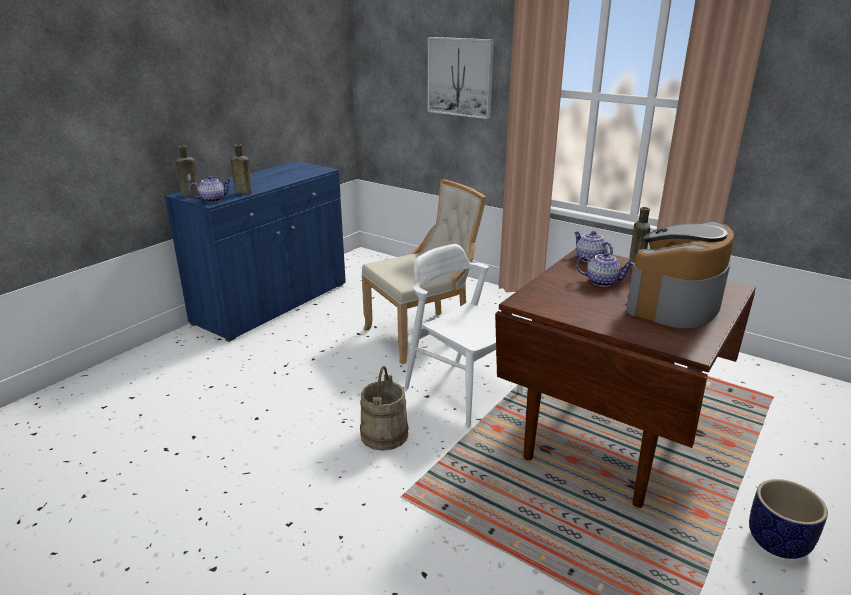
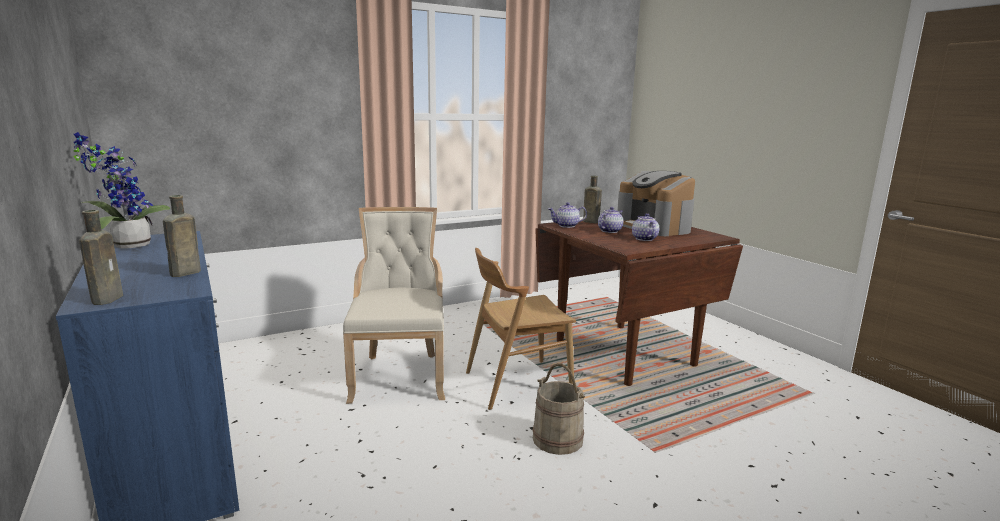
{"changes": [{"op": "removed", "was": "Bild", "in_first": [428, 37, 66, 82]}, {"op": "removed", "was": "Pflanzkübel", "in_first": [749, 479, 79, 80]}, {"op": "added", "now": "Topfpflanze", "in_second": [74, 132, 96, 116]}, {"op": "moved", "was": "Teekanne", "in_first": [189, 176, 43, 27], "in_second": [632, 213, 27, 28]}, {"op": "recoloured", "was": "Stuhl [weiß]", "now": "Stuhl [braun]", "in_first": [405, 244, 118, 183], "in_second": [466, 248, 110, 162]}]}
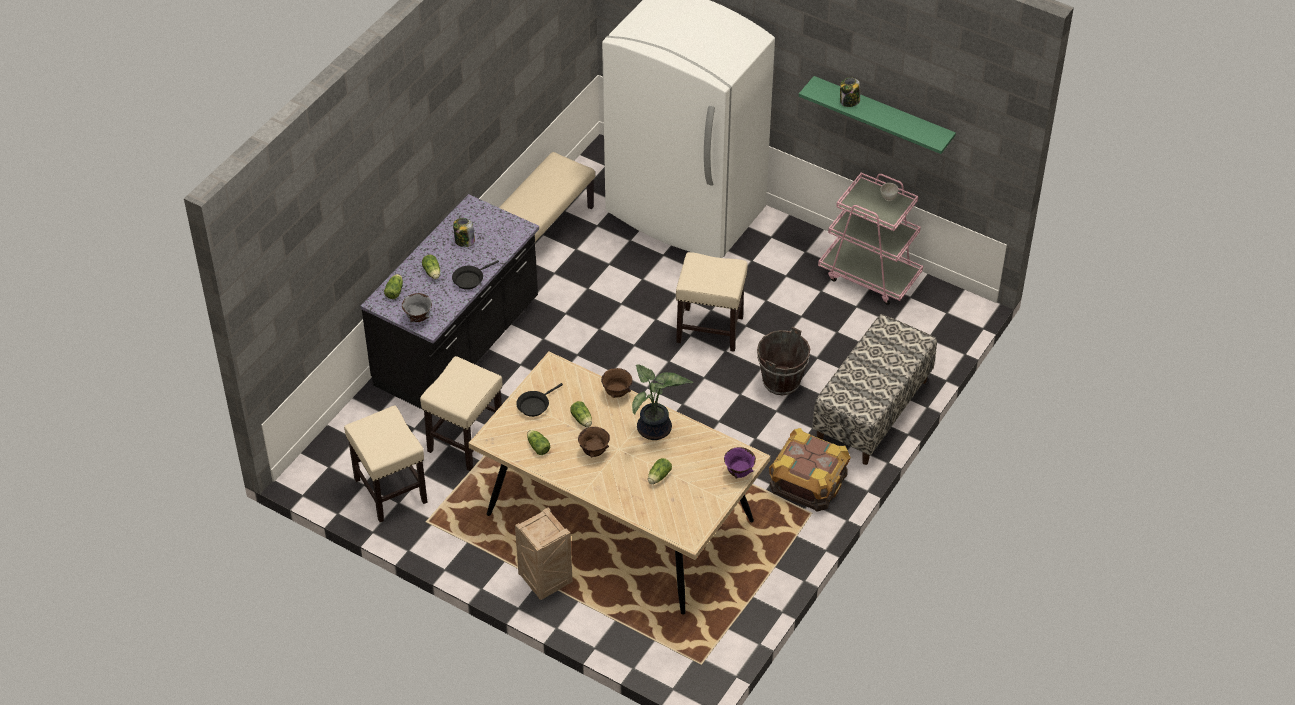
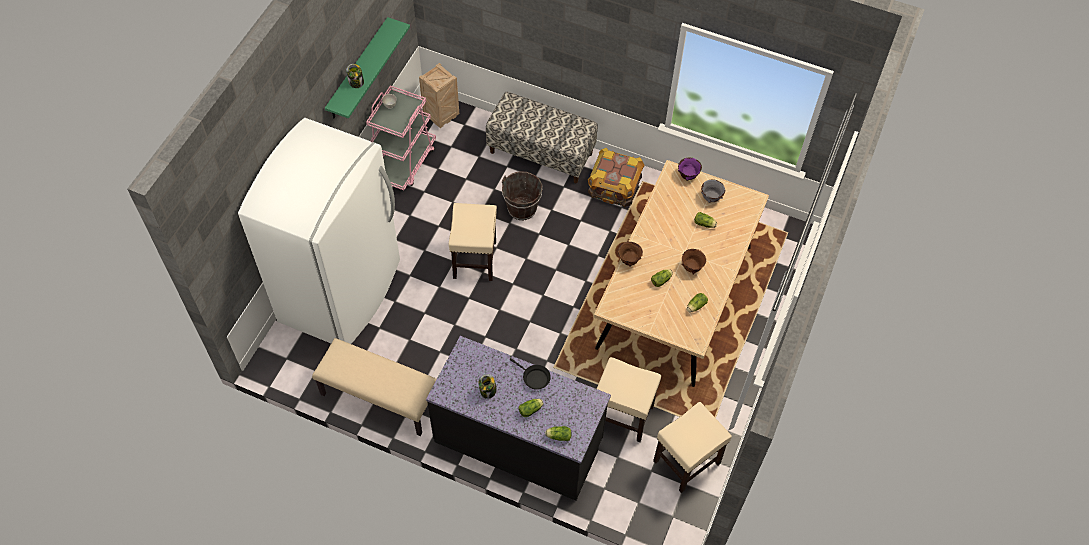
{"changes": [{"op": "removed", "was": "Pfanne [schwarz]", "in_first": [516, 383, 47, 34]}, {"op": "removed", "was": "Topfpflanze", "in_first": [632, 364, 61, 76]}, {"op": "moved", "was": "Schüssel [grau]", "in_first": [402, 293, 30, 29], "in_second": [701, 180, 24, 23]}, {"op": "moved", "was": "Kiste", "in_first": [515, 507, 58, 93], "in_second": [419, 63, 40, 65]}]}
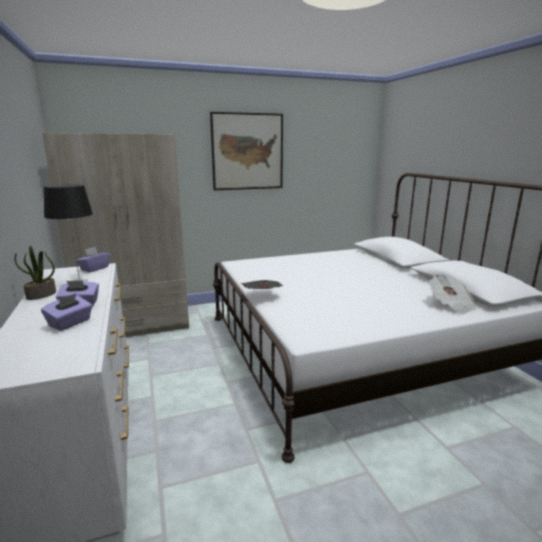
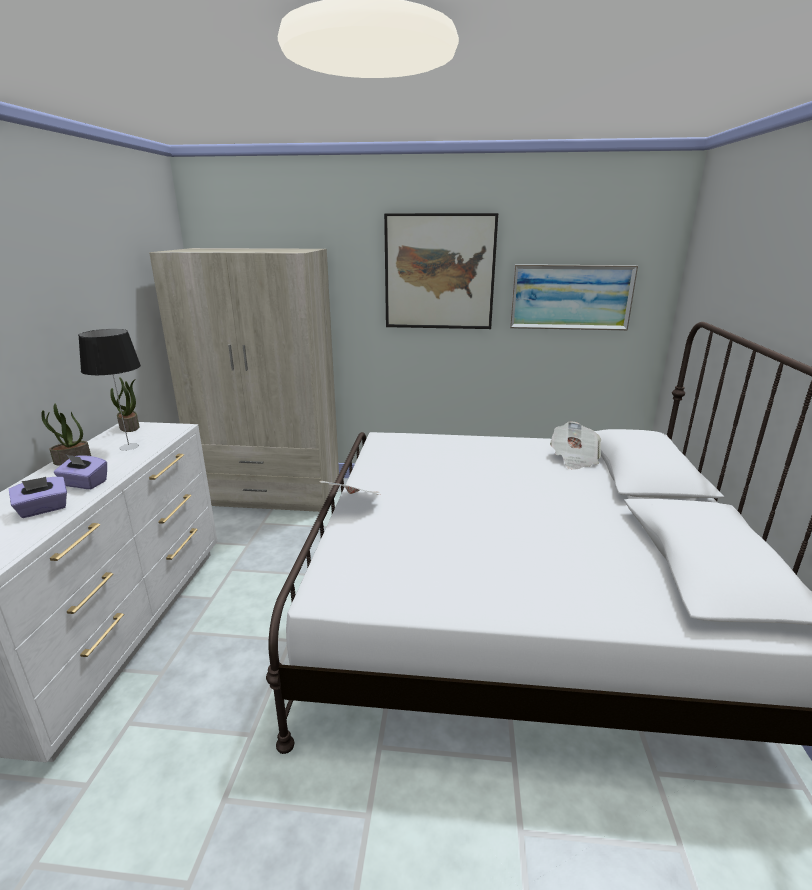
{"changes": [{"op": "removed", "was": "Taschentuchbox [lila]", "in_first": [77, 247, 33, 25]}, {"op": "added", "now": "Topfpflanze", "in_second": [110, 377, 29, 55]}, {"op": "added", "now": "Bild", "in_second": [510, 264, 128, 67]}, {"op": "moved", "was": "Zeitung", "in_first": [429, 274, 47, 41], "in_second": [550, 422, 51, 48]}]}
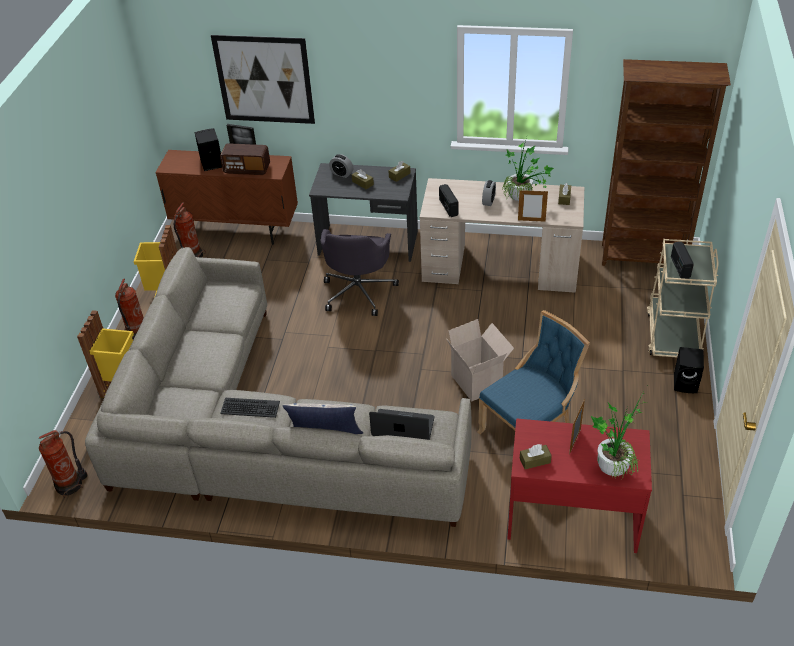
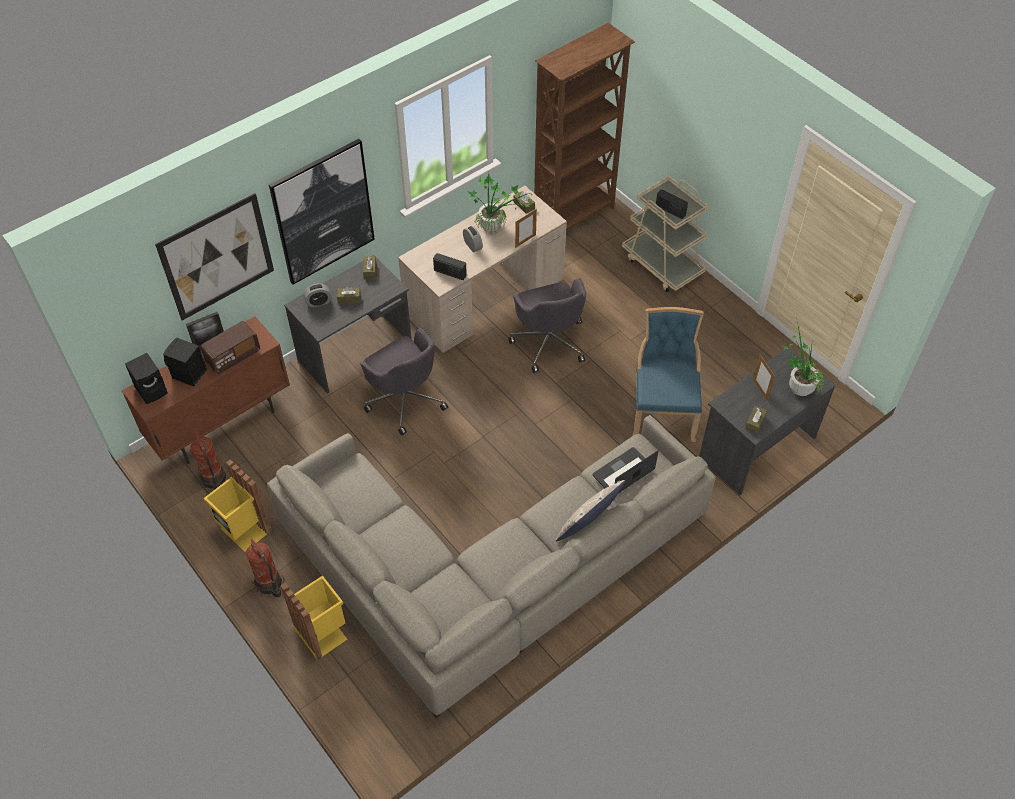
{"changes": [{"op": "removed", "was": "Feuerlöscher", "in_first": [39, 430, 49, 68]}, {"op": "removed", "was": "Tastatur", "in_first": [220, 398, 60, 20]}, {"op": "removed", "was": "Karton", "in_first": [446, 319, 68, 83]}, {"op": "added", "now": "Bild", "in_second": [269, 139, 106, 146]}, {"op": "added", "now": "Bürostuhl [grau]", "in_second": [508, 278, 78, 95]}, {"op": "moved", "was": "Lautsprecher [schwarz]", "in_first": [674, 347, 30, 46], "in_second": [125, 353, 43, 51]}, {"op": "recoloured", "was": "Schreibtisch [rot]", "now": "Schreibtisch [grau]", "in_first": [508, 418, 144, 135], "in_second": [699, 346, 137, 149]}]}
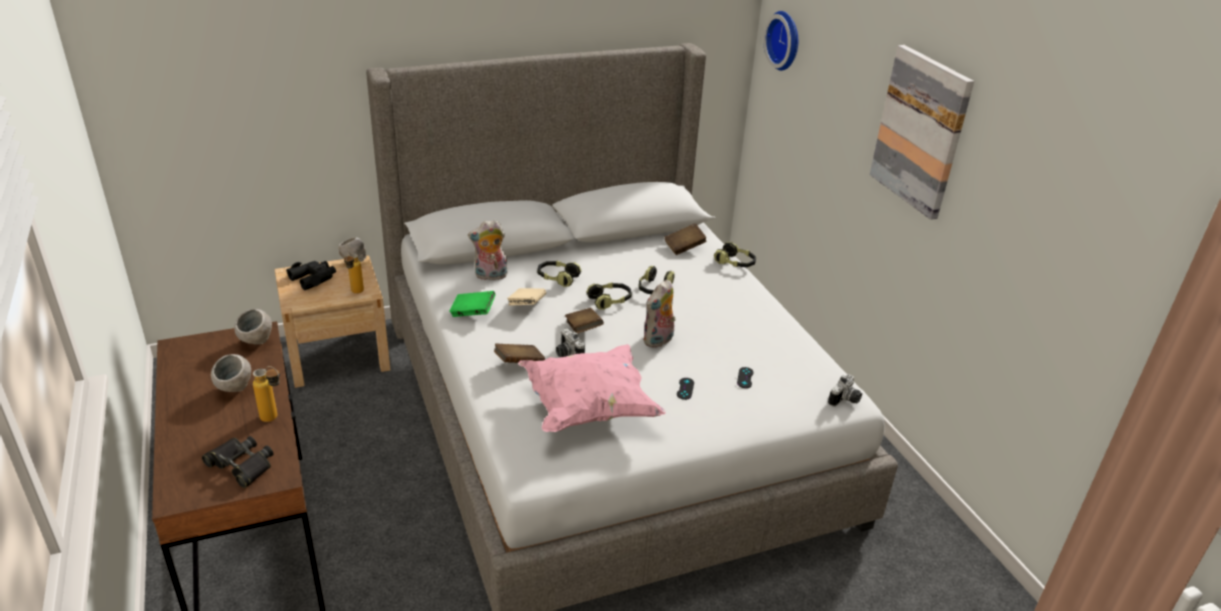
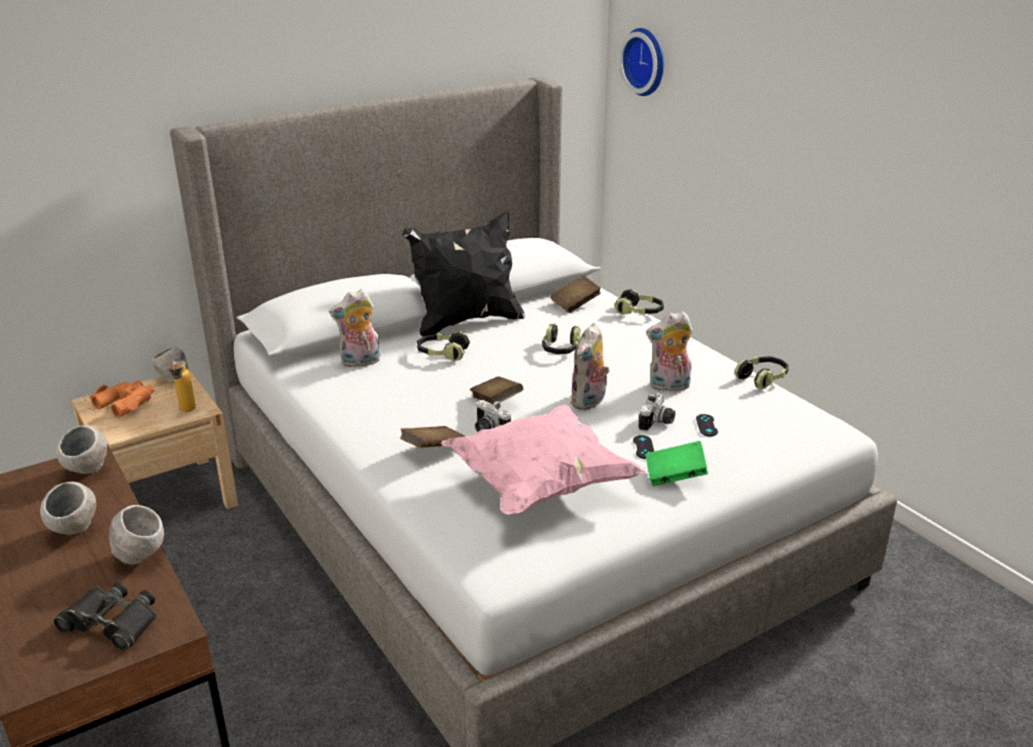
{"changes": [{"op": "removed", "was": "Buch [beige]", "in_first": [507, 288, 39, 18]}, {"op": "removed", "was": "Bild", "in_first": [870, 45, 104, 175]}, {"op": "added", "now": "Kissen [schwarz]", "in_second": [403, 212, 122, 125]}, {"op": "added", "now": "Plüschtier", "in_second": [646, 311, 47, 81]}, {"op": "moved", "was": "Buch [grün]", "in_first": [449, 291, 46, 26], "in_second": [645, 441, 63, 45]}, {"op": "moved", "was": "Kopfhörer", "in_first": [586, 282, 46, 28], "in_second": [735, 356, 54, 33]}, {"op": "moved", "was": "Kamera", "in_first": [828, 374, 34, 33], "in_second": [638, 393, 37, 39]}, {"op": "replaced", "was": "Flasche", "now": "Schüssel [grau]", "in_first": [253, 366, 27, 56], "in_second": [109, 505, 55, 59]}, {"op": "recoloured", "was": "Fernglas [schwarz]", "now": "Fernglas [orange]", "in_first": [286, 261, 50, 29], "in_second": [89, 380, 65, 38]}]}
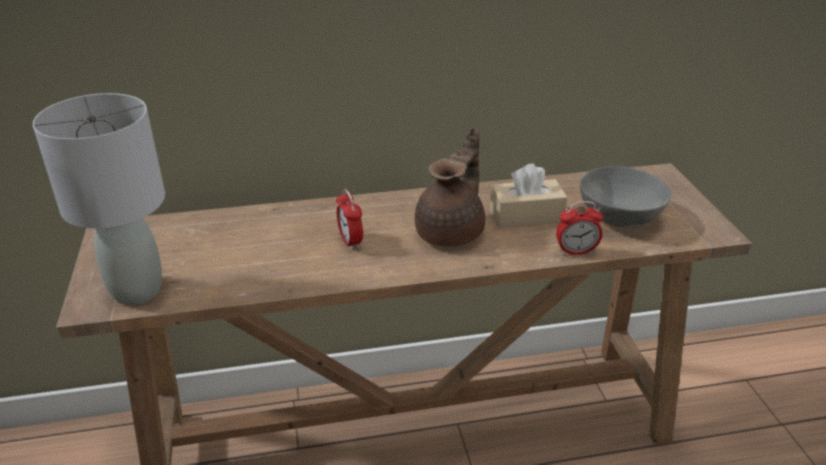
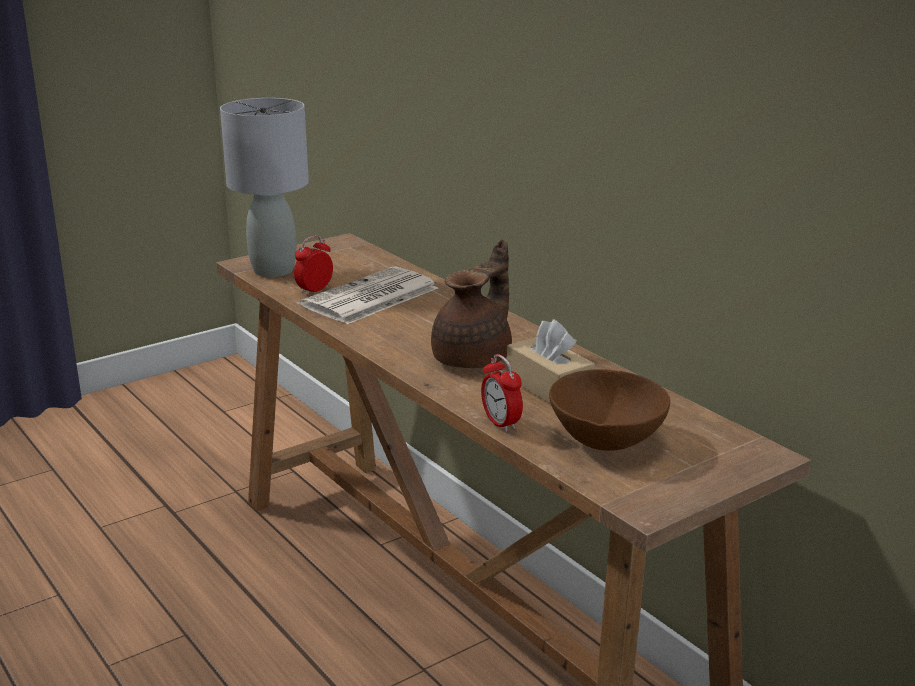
{"changes": [{"op": "added", "now": "Zeitung", "in_second": [300, 266, 138, 58]}, {"op": "moved", "was": "Wecker", "in_first": [336, 189, 27, 61], "in_second": [294, 235, 39, 60]}, {"op": "recoloured", "was": "Schüssel [grau]", "now": "Schüssel [braun]", "in_first": [580, 166, 92, 62], "in_second": [549, 369, 121, 82]}, {"op": "turned", "was": "Teekanne [braun]", "in_first": [415, 127, 70, 119], "in_second": [431, 239, 81, 129], "clockwise": -60}]}
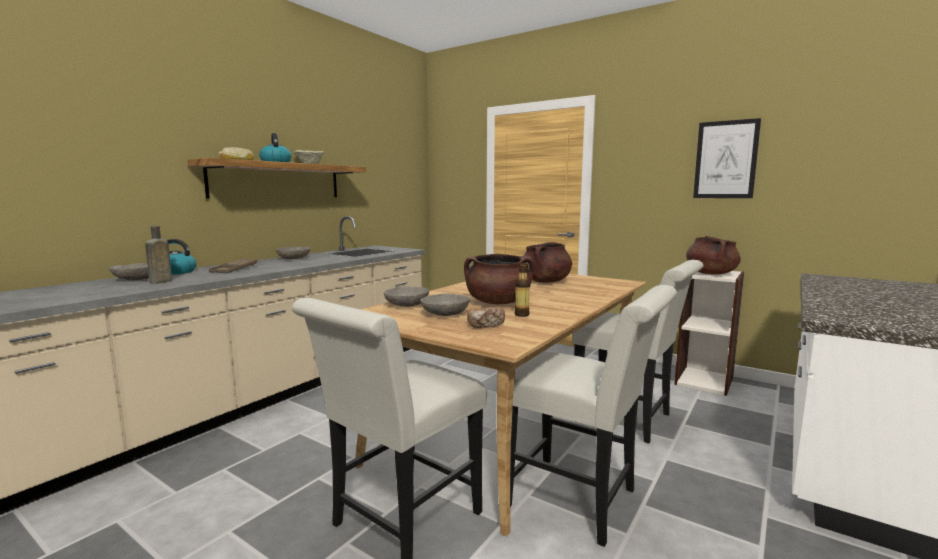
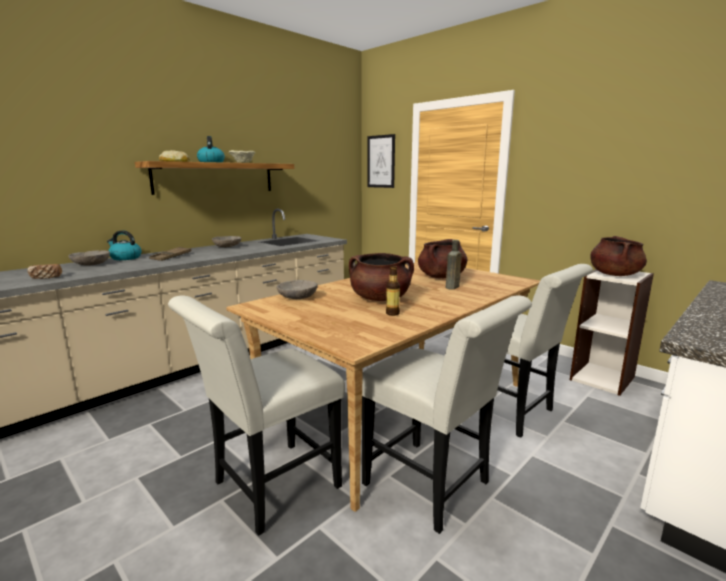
{"changes": [{"op": "removed", "was": "Schüssel [grau]", "in_first": [420, 294, 50, 22]}, {"op": "moved", "was": "Flasche [braun]", "in_first": [145, 226, 27, 58], "in_second": [446, 240, 16, 50]}, {"op": "moved", "was": "Brot", "in_first": [467, 307, 38, 21], "in_second": [27, 264, 35, 15]}, {"op": "moved", "was": "Bild", "in_first": [693, 118, 68, 80], "in_second": [367, 134, 28, 54]}]}
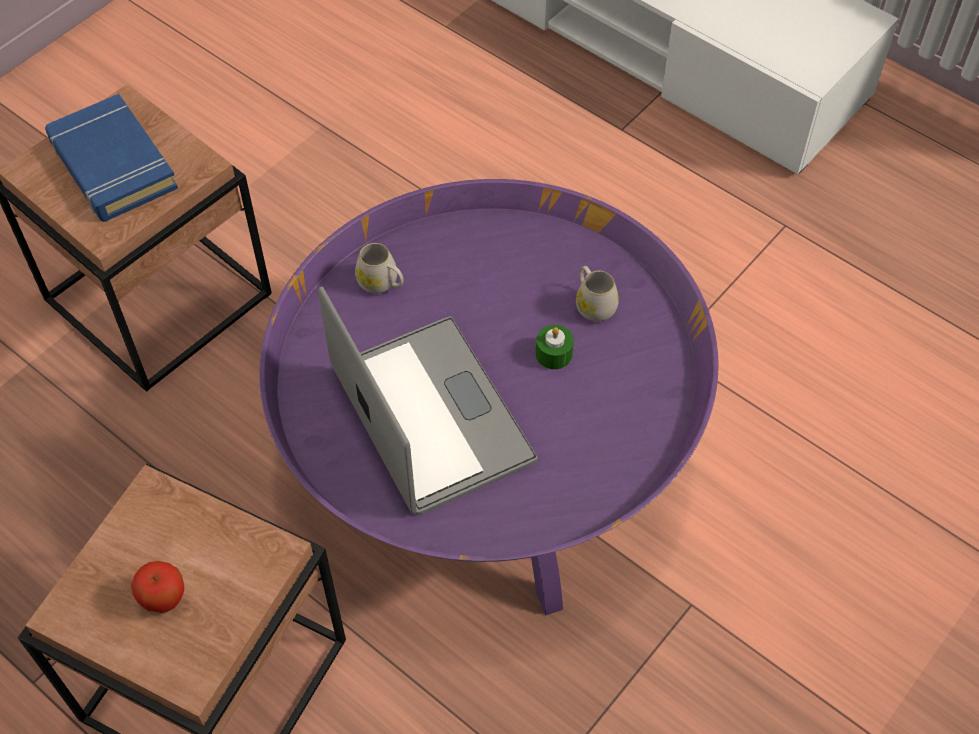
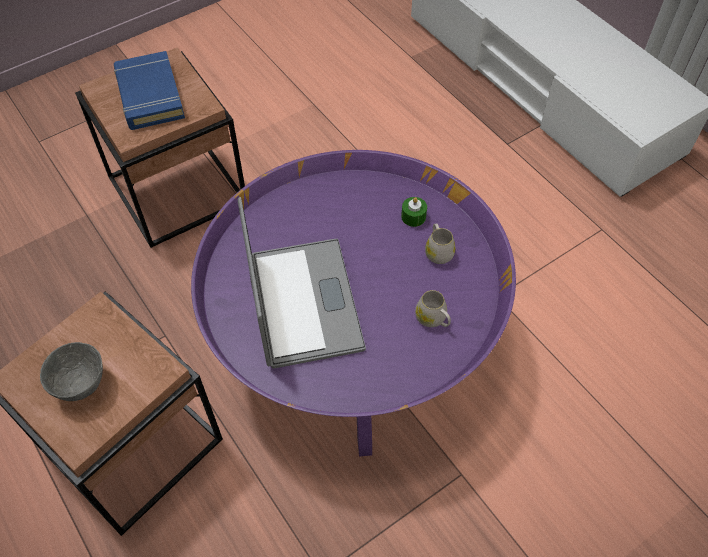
{"changes": [{"op": "moved", "was": "Henkelbecher [weiß]", "in_first": [355, 243, 49, 51], "in_second": [415, 290, 36, 37]}, {"op": "moved", "was": "Kerze [grün]", "in_first": [536, 325, 38, 44], "in_second": [401, 197, 26, 30]}, {"op": "replaced", "was": "Apfel", "now": "Schüssel [grau]", "in_first": [131, 561, 53, 52], "in_second": [40, 342, 63, 59]}]}
